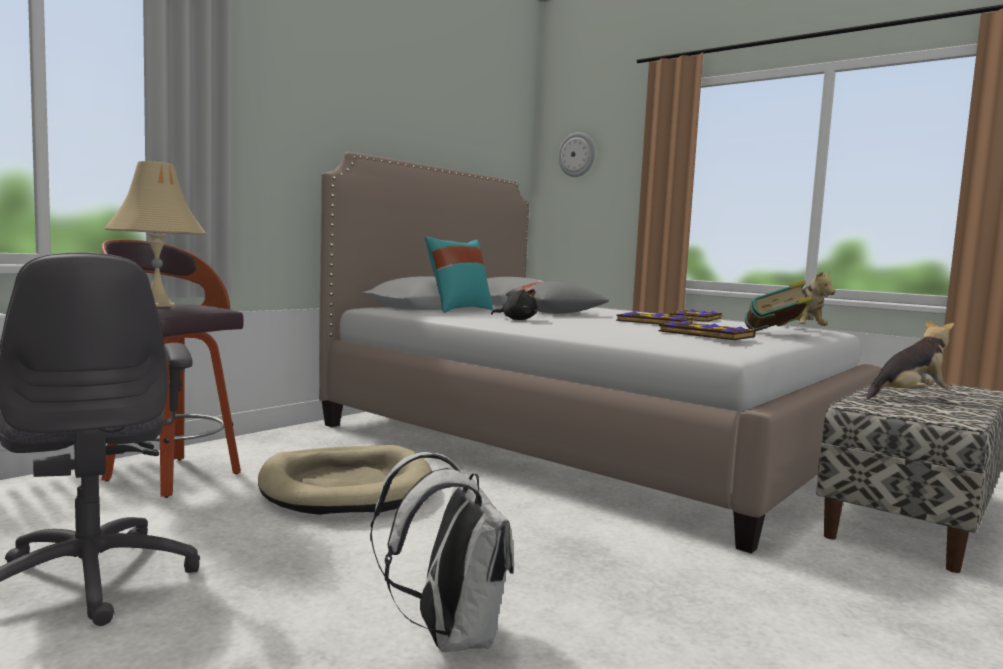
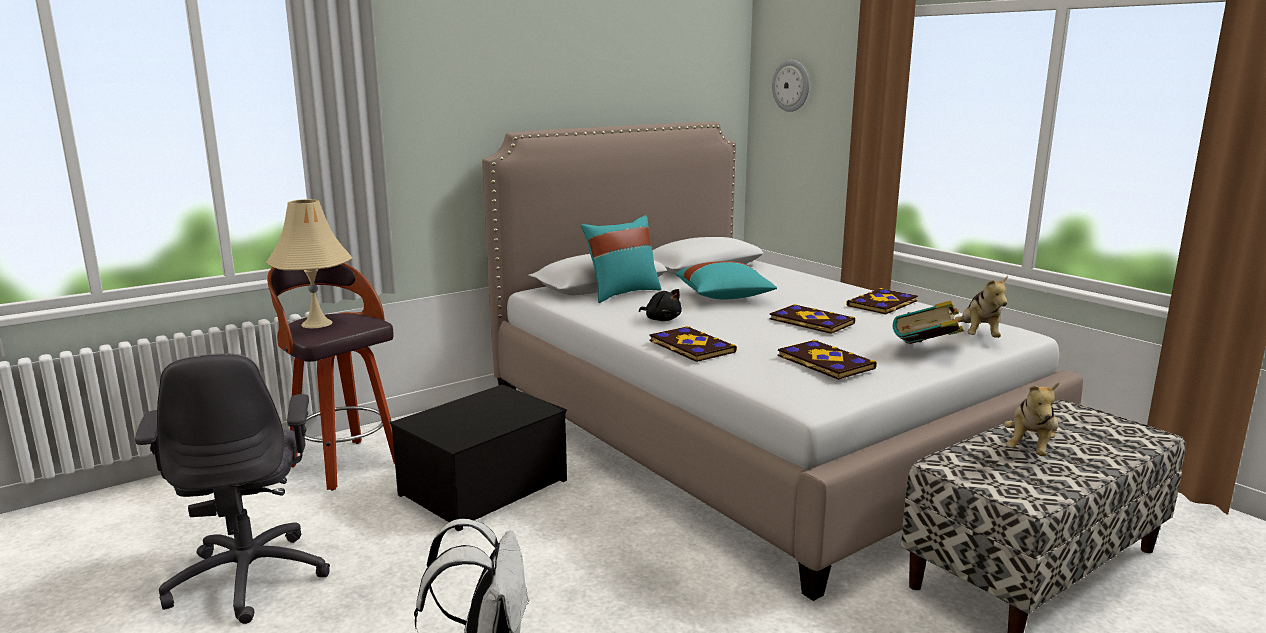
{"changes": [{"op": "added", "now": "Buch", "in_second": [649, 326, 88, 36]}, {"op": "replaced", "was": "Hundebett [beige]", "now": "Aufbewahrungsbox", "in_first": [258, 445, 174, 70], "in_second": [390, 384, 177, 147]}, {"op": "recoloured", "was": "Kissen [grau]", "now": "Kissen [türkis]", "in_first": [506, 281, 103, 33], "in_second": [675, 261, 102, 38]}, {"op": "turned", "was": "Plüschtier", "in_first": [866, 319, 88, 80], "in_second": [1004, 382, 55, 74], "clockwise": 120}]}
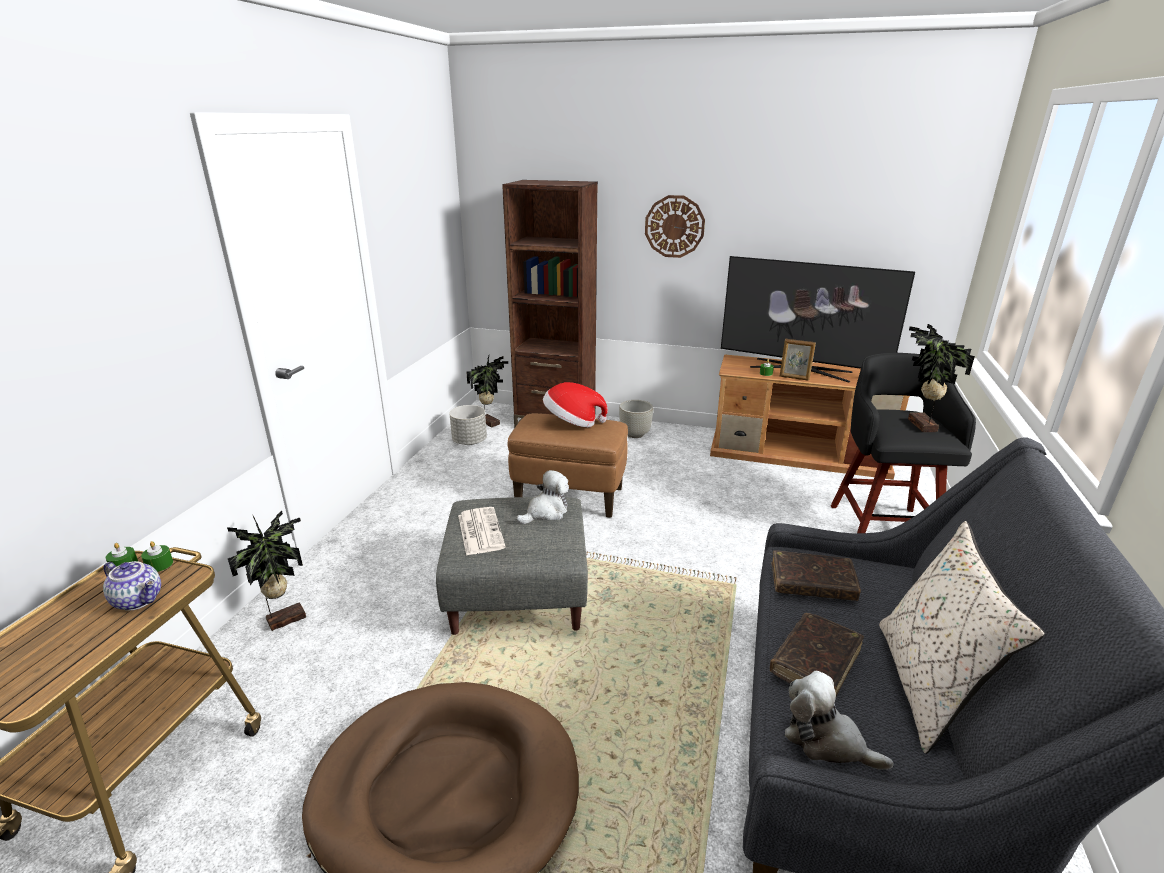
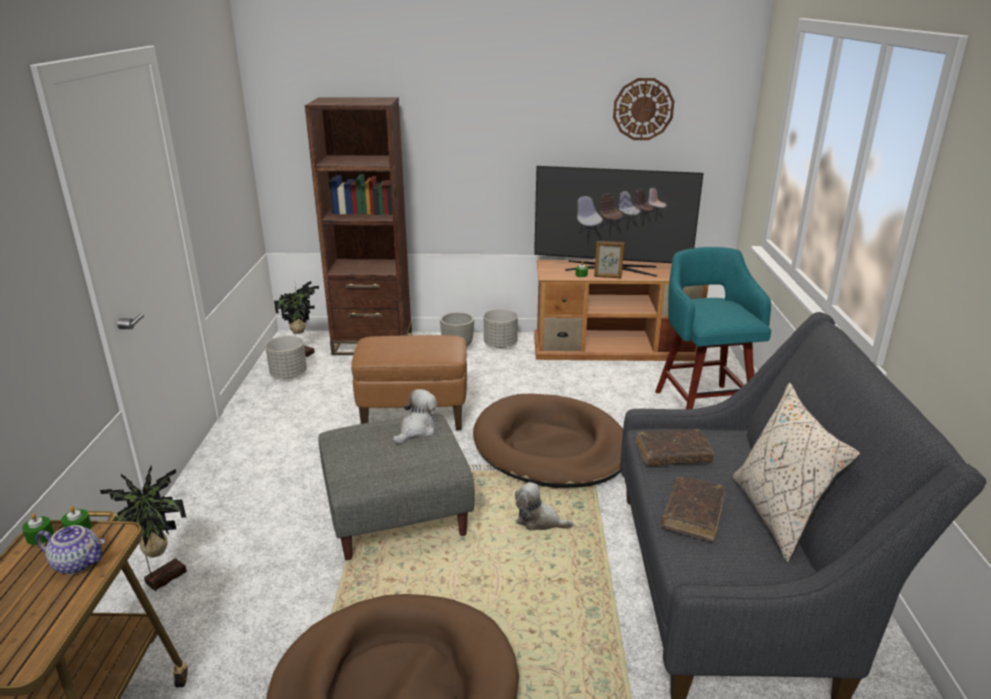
{"changes": [{"op": "removed", "was": "Zeitung", "in_first": [458, 507, 48, 49]}, {"op": "removed", "was": "Hut", "in_first": [543, 382, 65, 45]}, {"op": "removed", "was": "Topfpflanze", "in_first": [908, 324, 67, 108]}, {"op": "added", "now": "Hundebett [braun]", "in_second": [473, 394, 150, 94]}, {"op": "added", "now": "Pflanzkübel [grau]", "in_second": [484, 309, 34, 39]}, {"op": "moved", "was": "Wanduhr", "in_first": [645, 195, 60, 63], "in_second": [613, 78, 62, 62]}, {"op": "moved", "was": "Plüschtier", "in_first": [785, 671, 109, 99], "in_second": [515, 482, 58, 49]}, {"op": "recoloured", "was": "Hocker [schwarz]", "now": "Hocker [türkis]", "in_first": [831, 353, 145, 180], "in_second": [655, 247, 116, 162]}]}
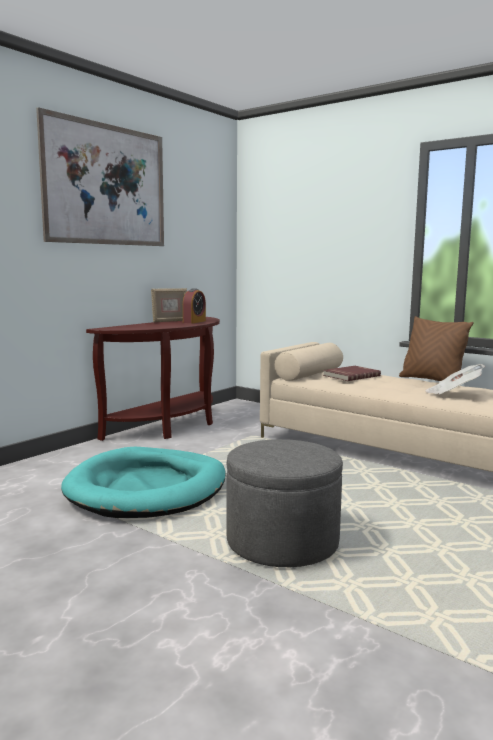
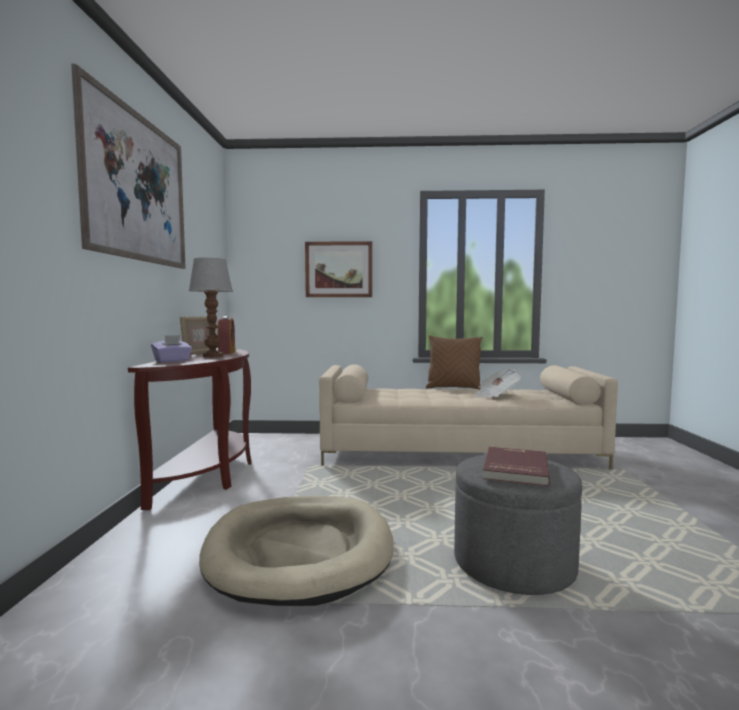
{"changes": [{"op": "added", "now": "Taschentuchbox [lila]", "in_second": [151, 335, 41, 28]}, {"op": "added", "now": "Tischlampe", "in_second": [189, 258, 44, 100]}, {"op": "added", "now": "Bild", "in_second": [305, 241, 67, 56]}, {"op": "moved", "was": "Buch [rot]", "in_first": [323, 366, 58, 15], "in_second": [483, 447, 67, 39]}, {"op": "recoloured", "was": "Hundebett [türkis]", "now": "Hundebett [beige]", "in_first": [61, 447, 165, 71], "in_second": [199, 496, 195, 110]}]}
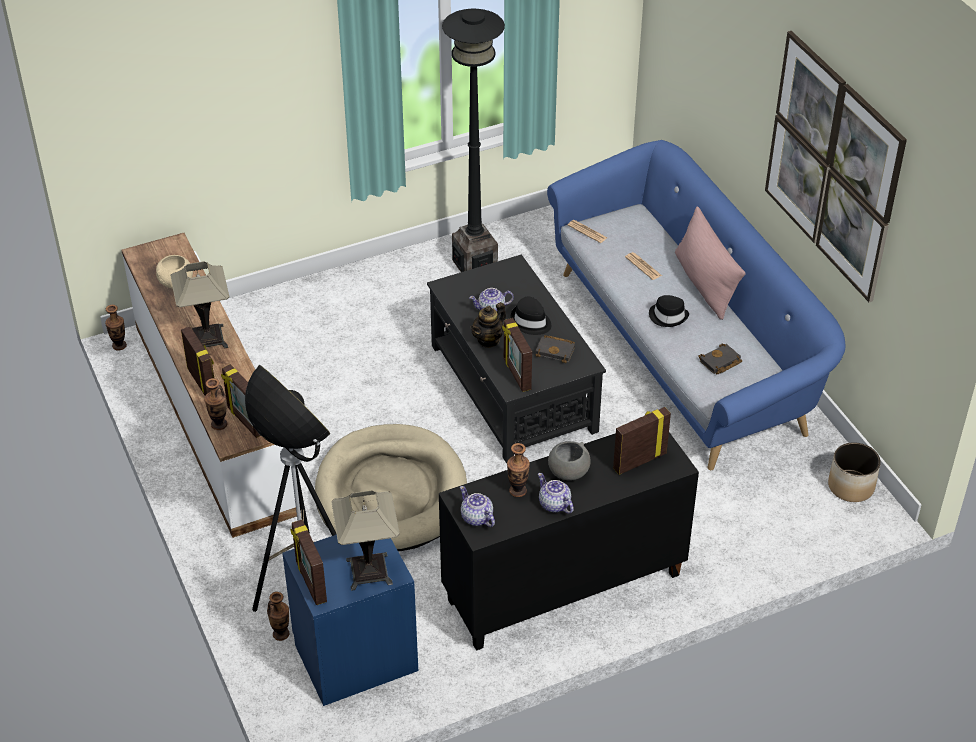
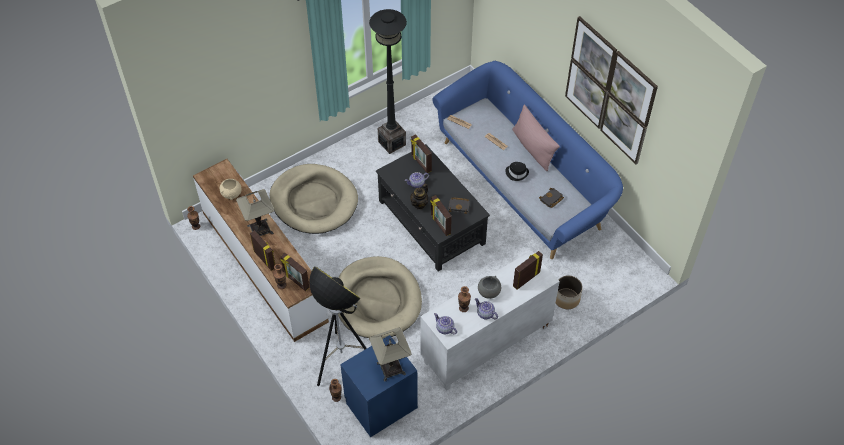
{"changes": [{"op": "removed", "was": "Hut [schwarz]", "in_first": [511, 296, 40, 39]}, {"op": "added", "now": "Hundebett [beige]", "in_second": [270, 164, 88, 70]}, {"op": "moved", "was": "Bilderrahmen", "in_first": [290, 520, 37, 85], "in_second": [411, 134, 21, 39]}, {"op": "moved", "was": "Pflanzkübel", "in_first": [828, 442, 53, 60], "in_second": [556, 275, 27, 34]}, {"op": "recoloured", "was": "Schrank [schwarz]", "now": "Schrank [weiß]", "in_first": [439, 432, 260, 219], "in_second": [420, 250, 140, 141]}]}
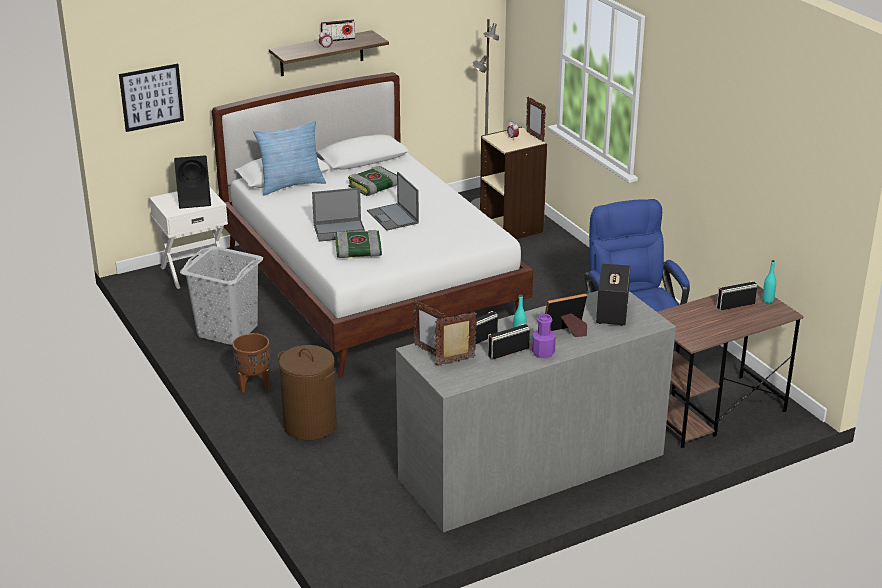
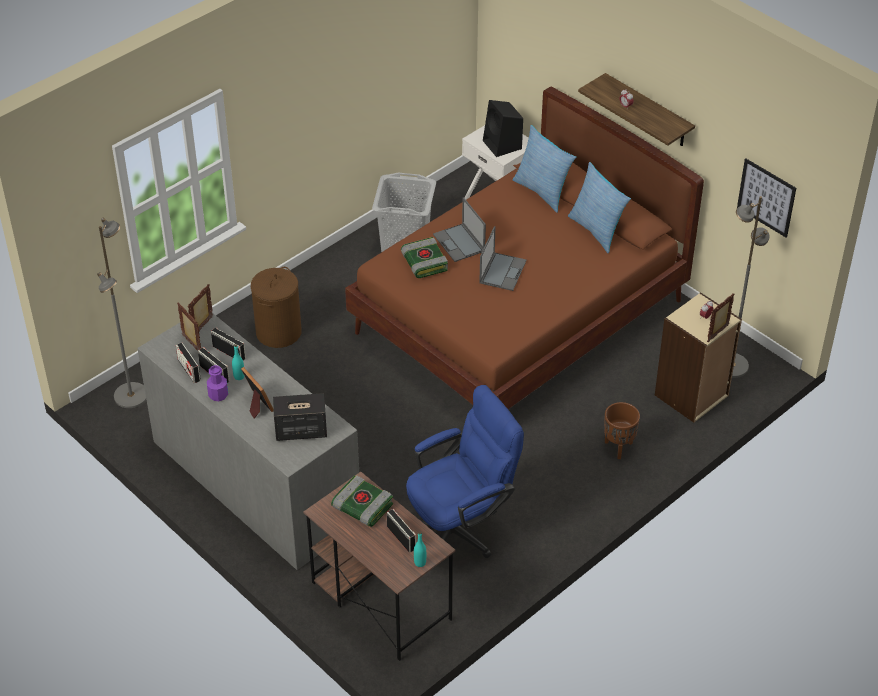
{"changes": [{"op": "added", "now": "Stehlampe [grau]", "in_second": [97, 218, 49, 190]}, {"op": "added", "now": "Kissen", "in_second": [568, 162, 63, 91]}, {"op": "moved", "was": "Bild", "in_first": [119, 64, 65, 68], "in_second": [737, 159, 59, 78]}, {"op": "moved", "was": "Pflanzkübel [braun]", "in_first": [232, 333, 38, 60], "in_second": [604, 402, 36, 57]}, {"op": "moved", "was": "Radio", "in_first": [321, 19, 34, 22], "in_second": [176, 343, 25, 40]}, {"op": "moved", "was": "Buch", "in_first": [348, 166, 49, 30], "in_second": [331, 475, 62, 52]}, {"op": "recoloured", "was": "Bett [weiß]", "now": "Bett [braun]", "in_first": [212, 72, 321, 306], "in_second": [345, 87, 359, 322]}, {"op": "turned", "was": "Laptop", "in_first": [367, 172, 52, 58], "in_second": [479, 226, 48, 65], "clockwise": 150}]}
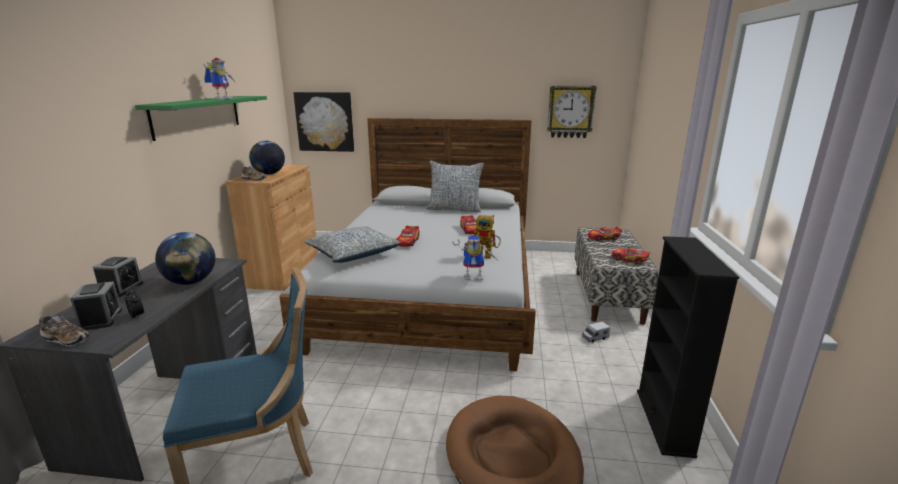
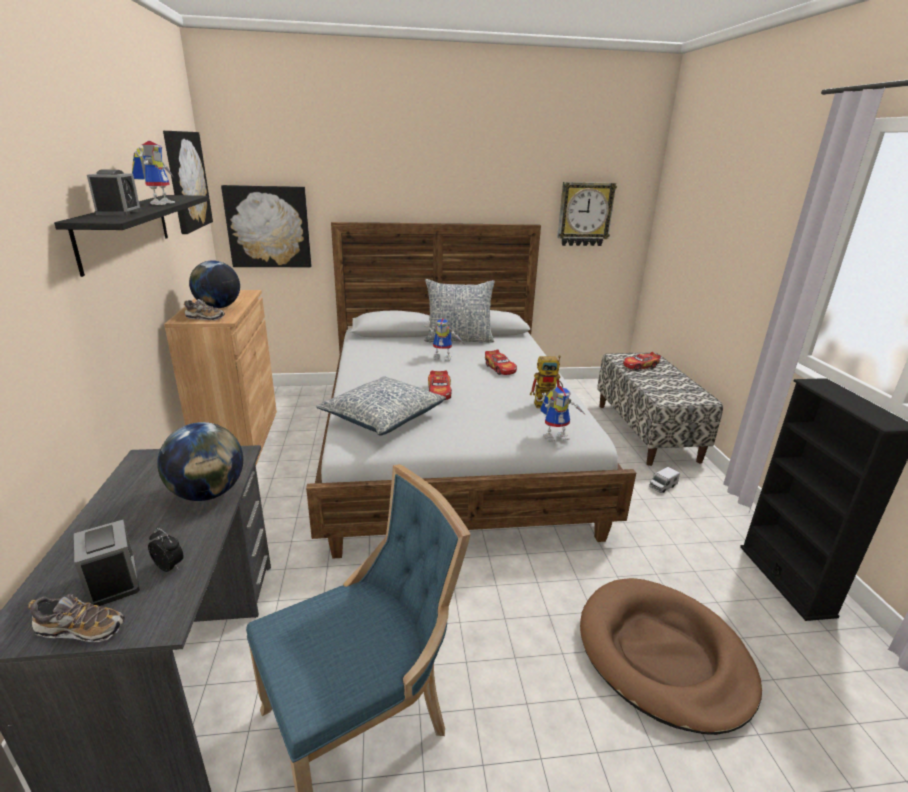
{"changes": [{"op": "removed", "was": "Spielzeugauto", "in_first": [612, 248, 39, 17]}, {"op": "added", "now": "Bild", "in_second": [163, 131, 50, 103]}, {"op": "added", "now": "Spielzeugroboter", "in_second": [423, 318, 40, 43]}, {"op": "moved", "was": "Wecker", "in_first": [93, 257, 50, 40], "in_second": [87, 169, 54, 47]}, {"op": "recoloured", "was": "Wandregal [grün]", "now": "Wandregal [schwarz]", "in_first": [135, 96, 132, 45], "in_second": [54, 195, 155, 82]}]}
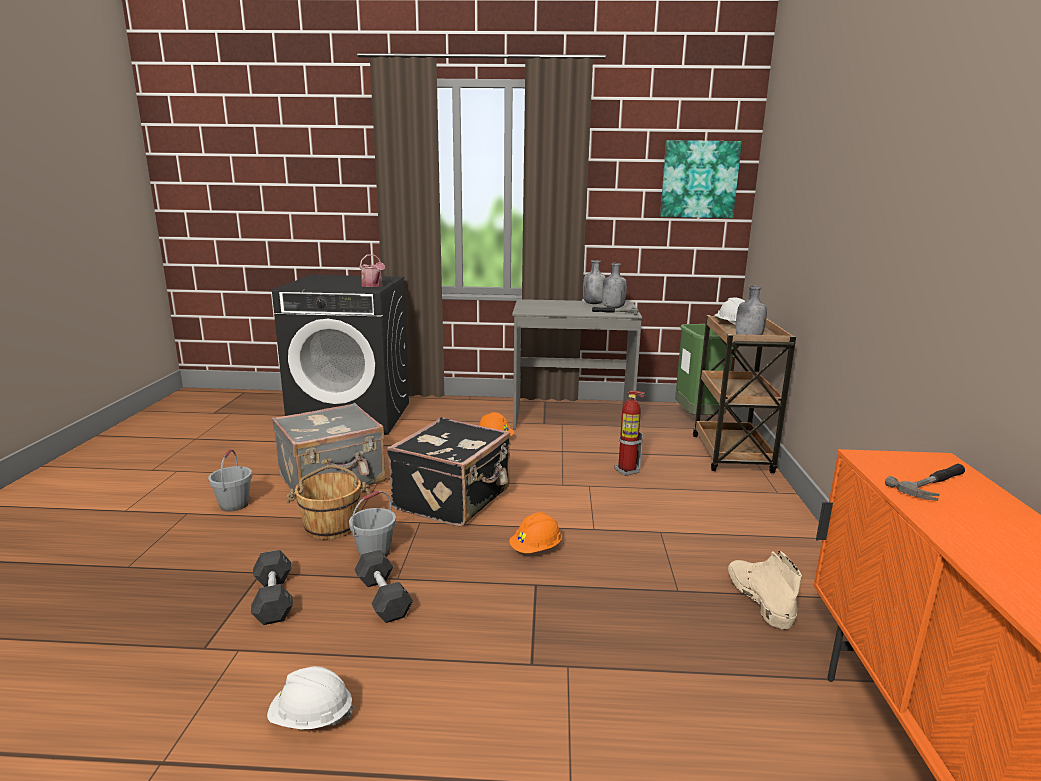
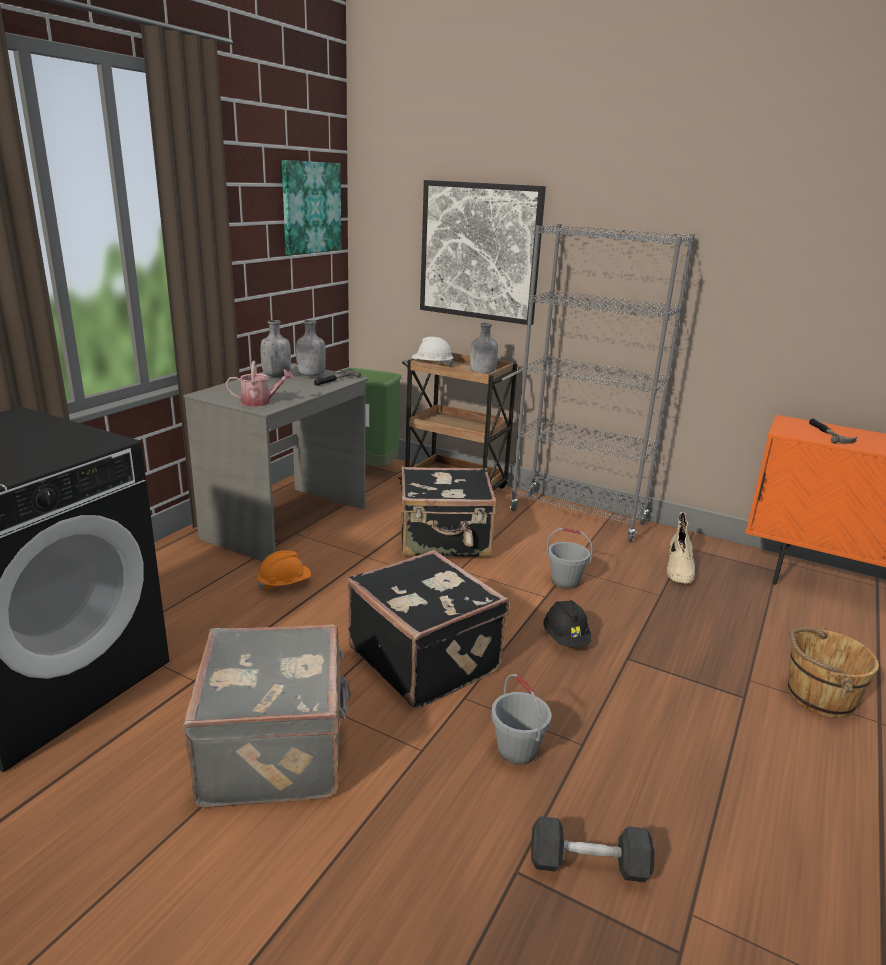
{"changes": [{"op": "removed", "was": "Schutzhelm [weiß]", "in_first": [267, 666, 87, 64]}, {"op": "removed", "was": "Hantel [grau]", "in_first": [354, 550, 59, 73]}, {"op": "added", "now": "Bild", "in_second": [420, 180, 126, 145]}, {"op": "added", "now": "Bücherregal [grau]", "in_second": [510, 224, 185, 318]}, {"op": "moved", "was": "Eimer [grau]", "in_first": [208, 449, 44, 63], "in_second": [546, 527, 47, 62]}, {"op": "moved", "was": "Eimer [braun]", "in_first": [286, 465, 85, 75], "in_second": [788, 627, 91, 91]}, {"op": "moved", "was": "Gießkanne", "in_first": [360, 254, 25, 33], "in_second": [226, 361, 68, 46]}, {"op": "replaced", "was": "Feuerlöscher", "now": "Koffer [schwarz]", "in_first": [614, 390, 31, 86], "in_second": [401, 466, 96, 91]}, {"op": "recoloured", "was": "Schutzhelm [orange]", "now": "Schutzhelm [schwarz]", "in_first": [509, 512, 53, 41], "in_second": [544, 600, 47, 47]}, {"op": "turned", "was": "Stiefel [beige]", "in_first": [728, 551, 74, 79], "in_second": [667, 511, 28, 73], "clockwise": -90}]}
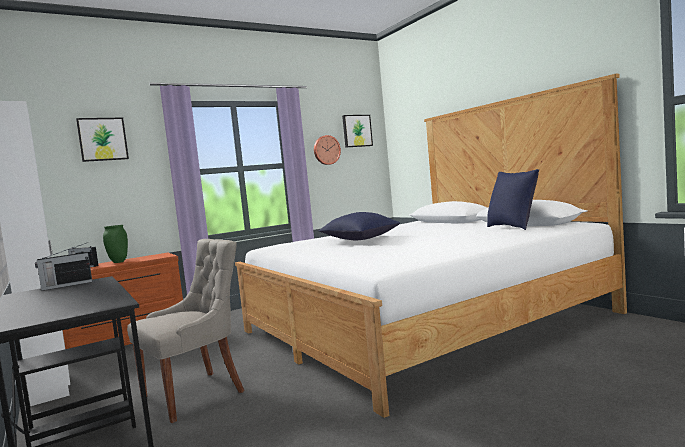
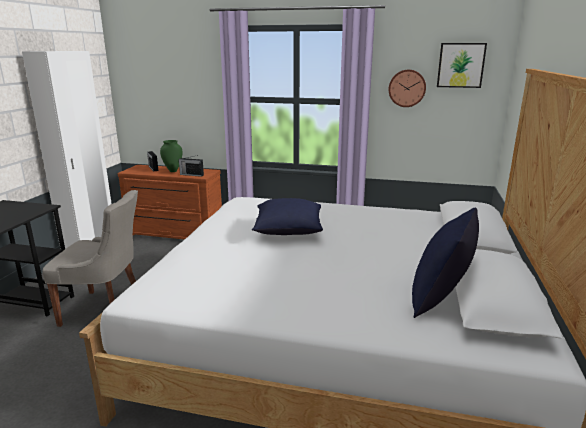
{"changes": [{"op": "removed", "was": "Bild", "in_first": [76, 118, 53, 44]}, {"op": "moved", "was": "Radio", "in_first": [35, 245, 57, 46], "in_second": [178, 155, 26, 22]}]}
